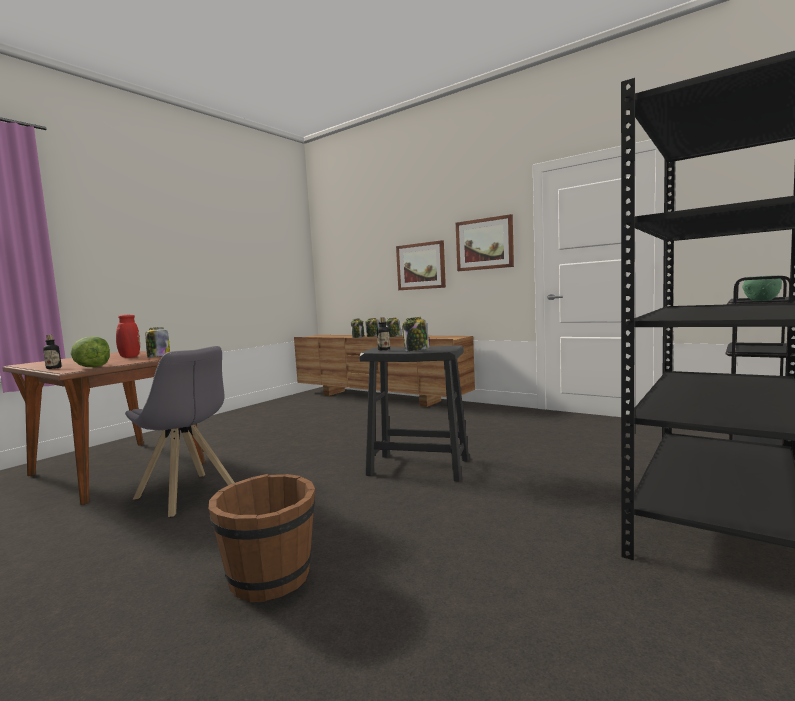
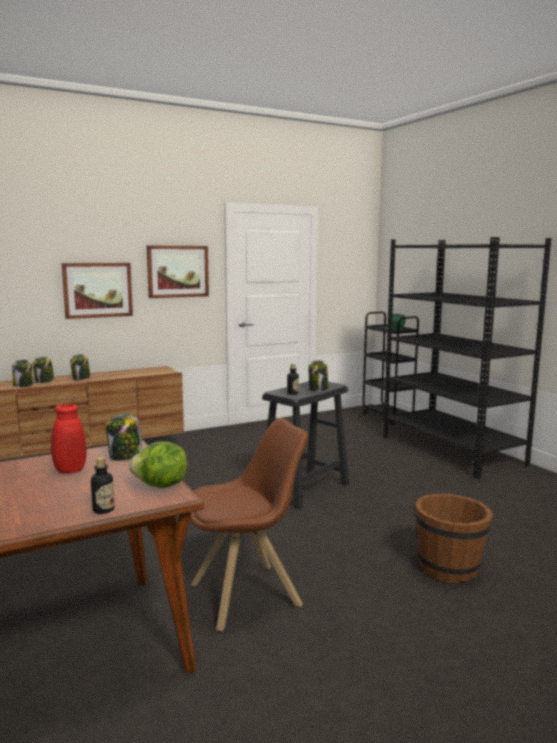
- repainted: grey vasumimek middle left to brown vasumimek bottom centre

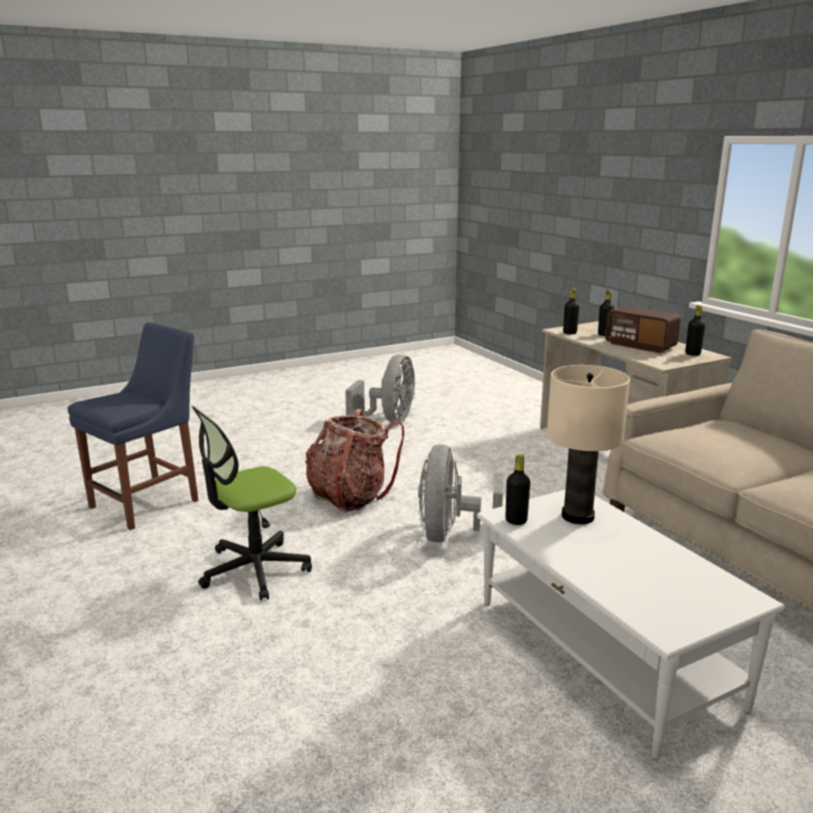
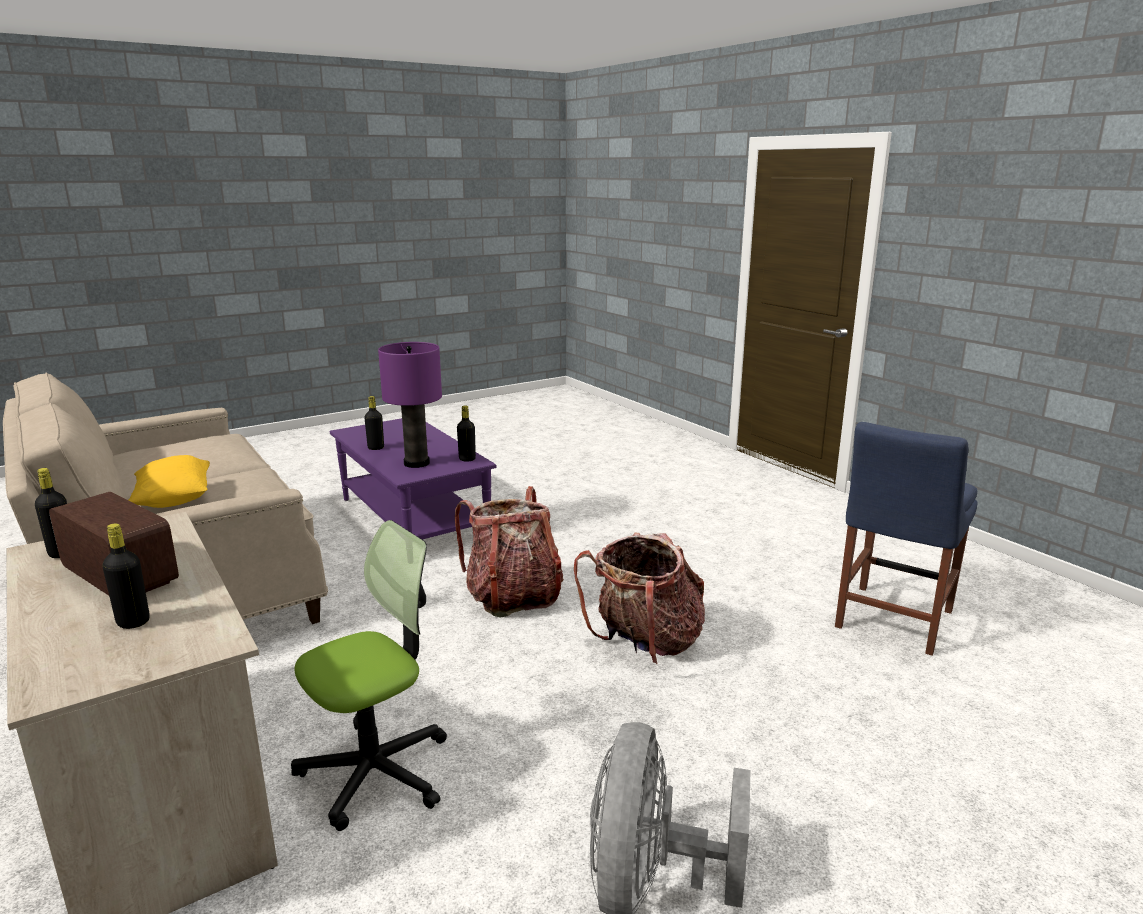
- shifted: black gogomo (no. 2 from left in the first image) middle right to black gogomo (no. 3 from left) middle left
- repainted: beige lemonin middle right to purple lemonin centre
- shifted: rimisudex middle left to bottom left
- swapped: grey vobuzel (no. 2 from left) centre to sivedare (no. 1 from left) centre
- repainted: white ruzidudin bottom right to purple ruzidudin centre
- new: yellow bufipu middle left

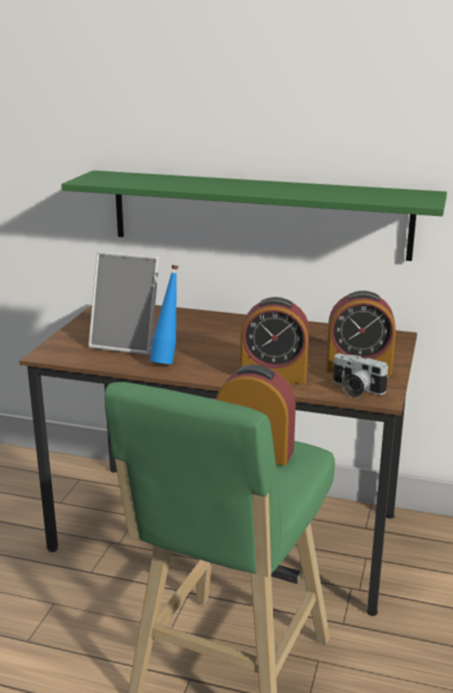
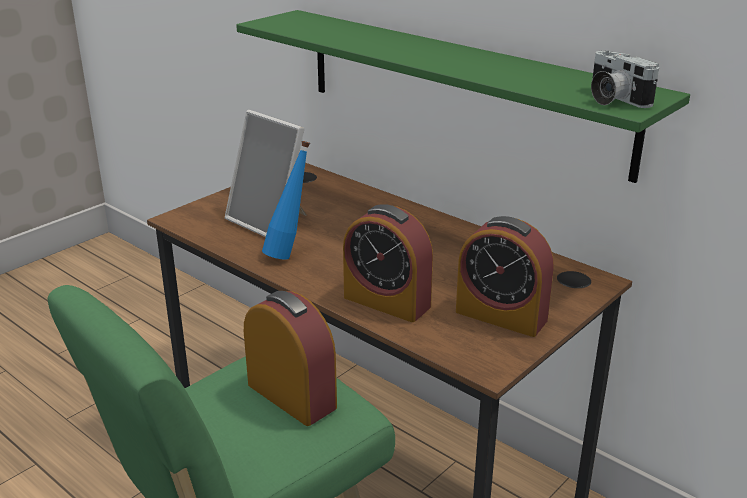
- shifted: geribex middle right to top right

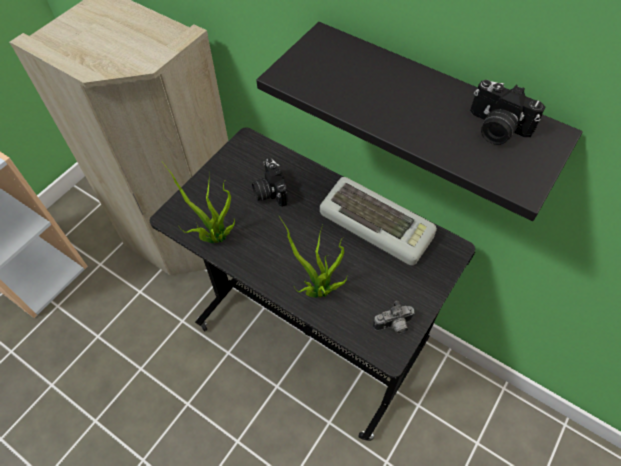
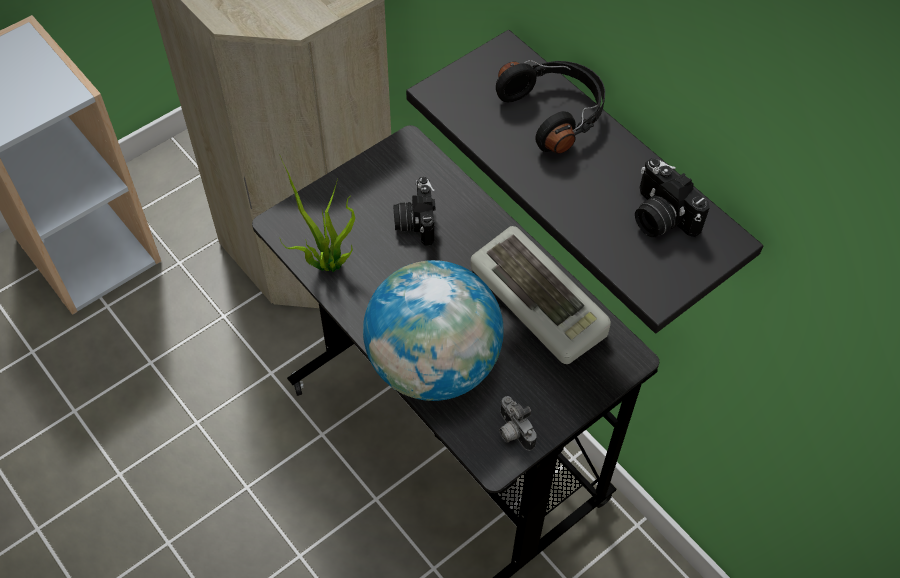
- swapped: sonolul (no. 2 from left) centre to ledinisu centre
- rotated: geribex (no. 2 from left) bottom centre = bottom centre 60 degrees clockwise
- new: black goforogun top centre

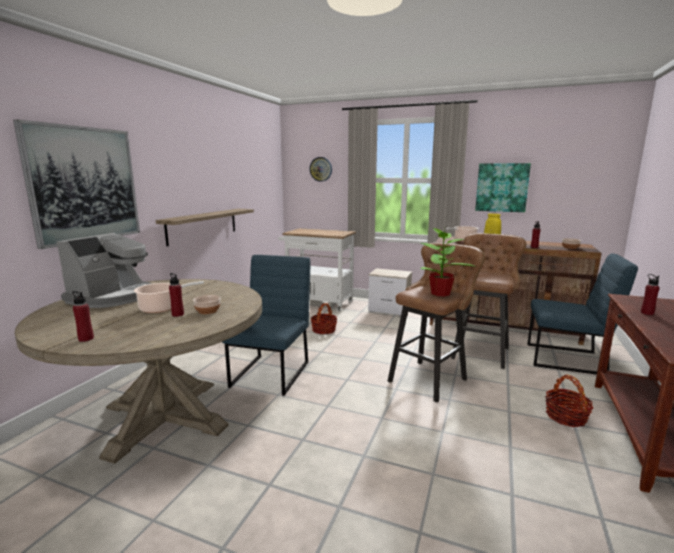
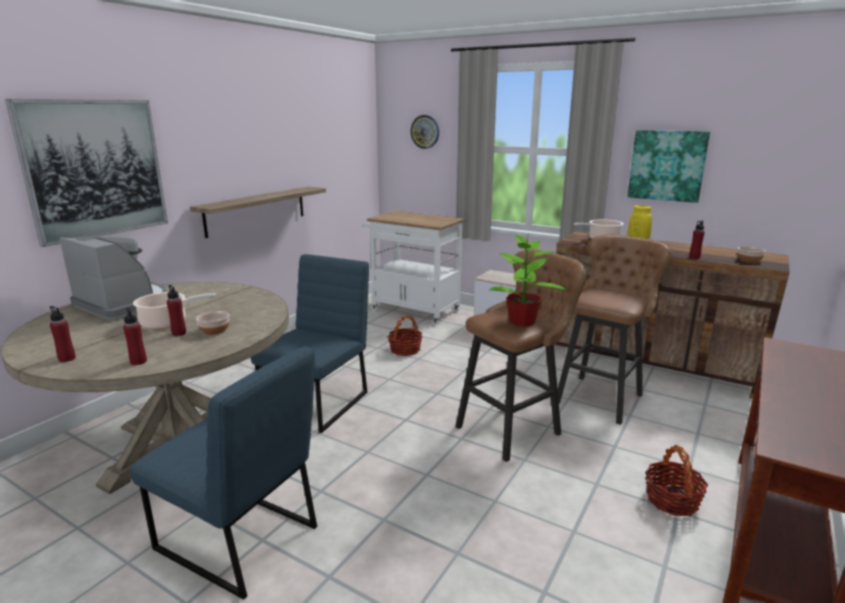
- rotated: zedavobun middle left = middle left 90 degrees counterclockwise
- shifted: blue vasumimek (no. 2 from left in the first image) middle right to blue vasumimek (no. 1 from left) bottom left
- shifted: red gogomo (no. 4 from left in the first image) middle right to red gogomo (no. 2 from left) middle left

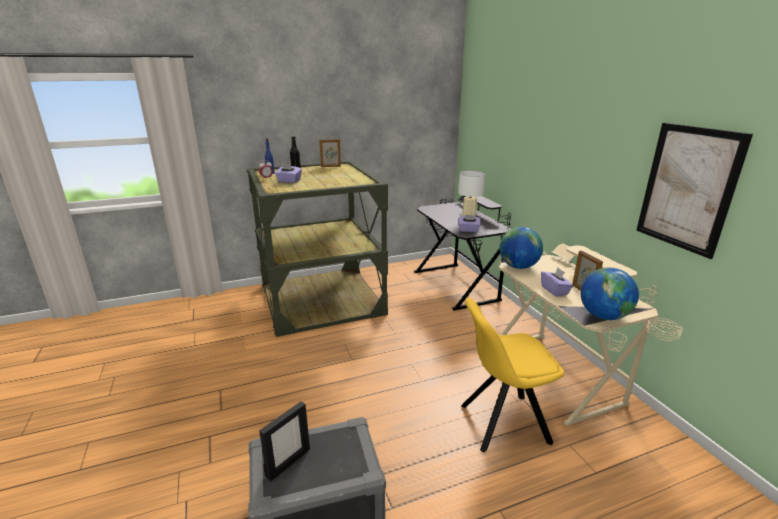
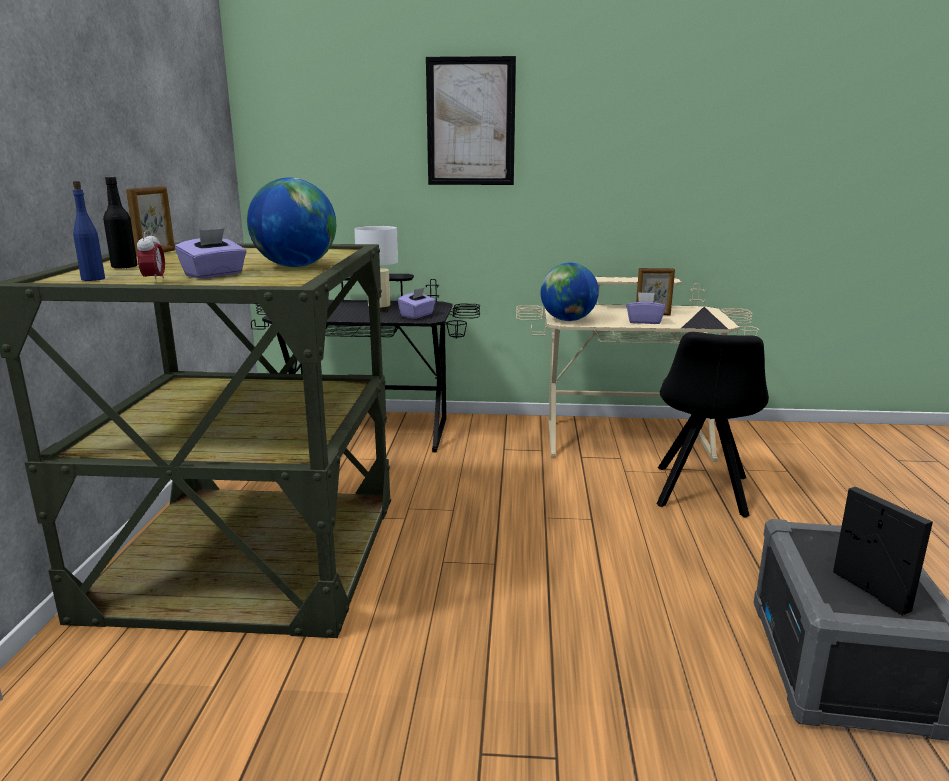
- shifted: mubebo middle right to top centre
- shifted: ledinisu (no. 2 from left in the first image) middle right to ledinisu (no. 1 from left) top left
- repainted: yellow vasumimek bottom centre to black vasumimek middle right

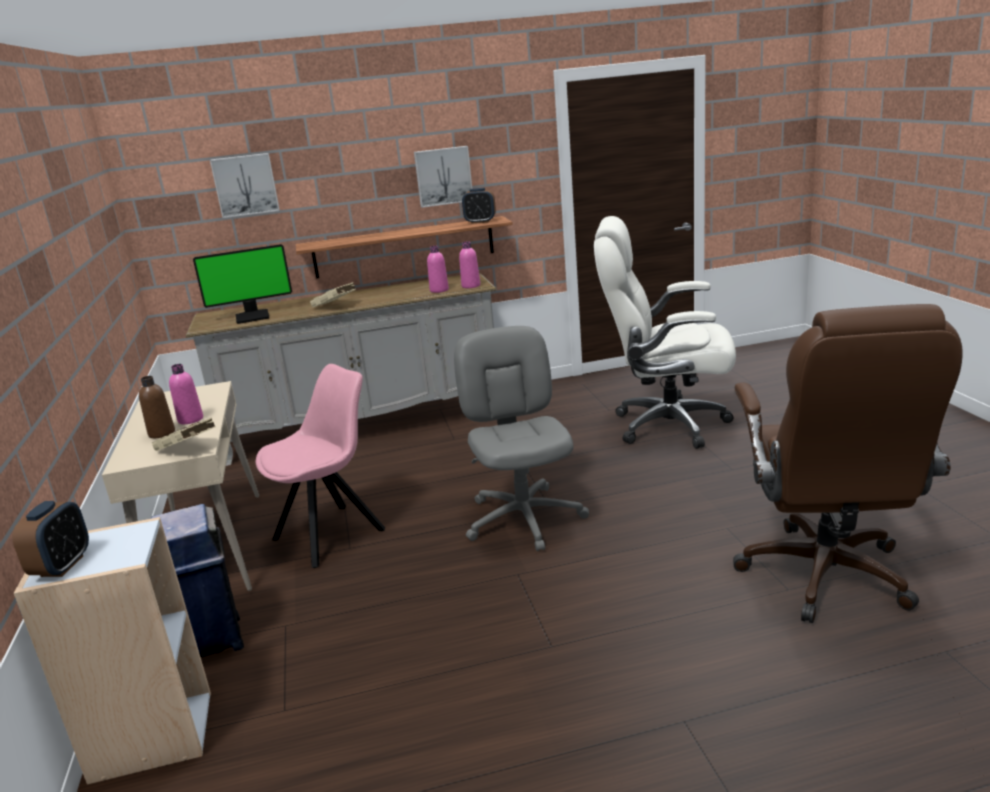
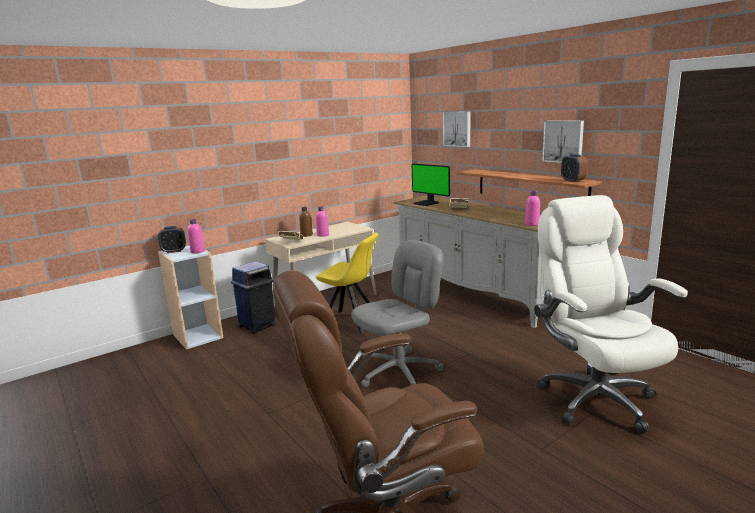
- shifted: pink gogomo (no. 2 from left in the first image) centre to pink gogomo (no. 1 from left) middle left
- repainted: pink vasumimek middle left to yellow vasumimek centre

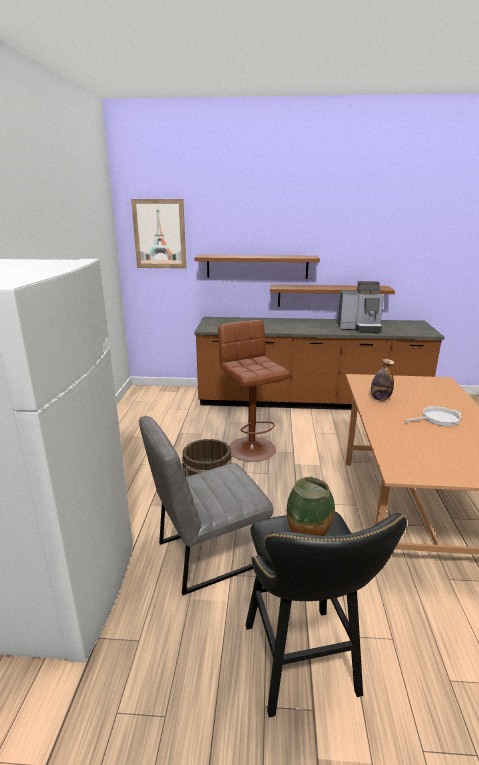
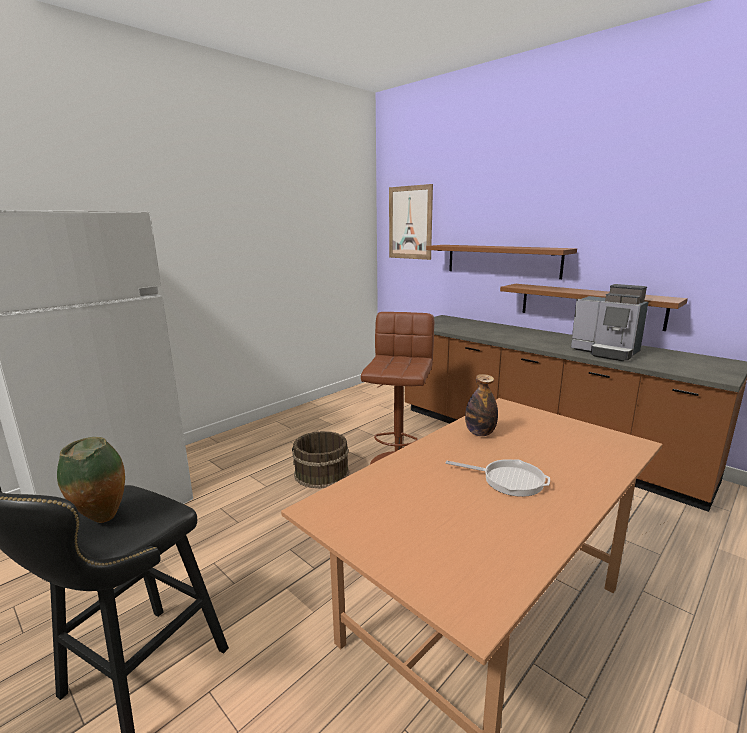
- gone: grey vasumimek centre

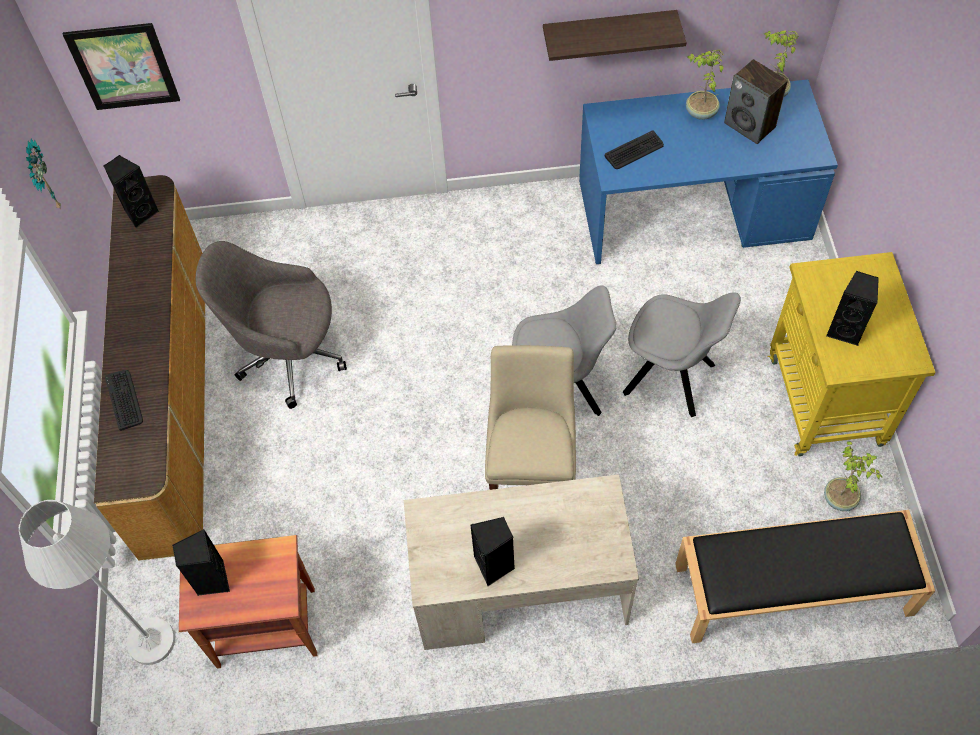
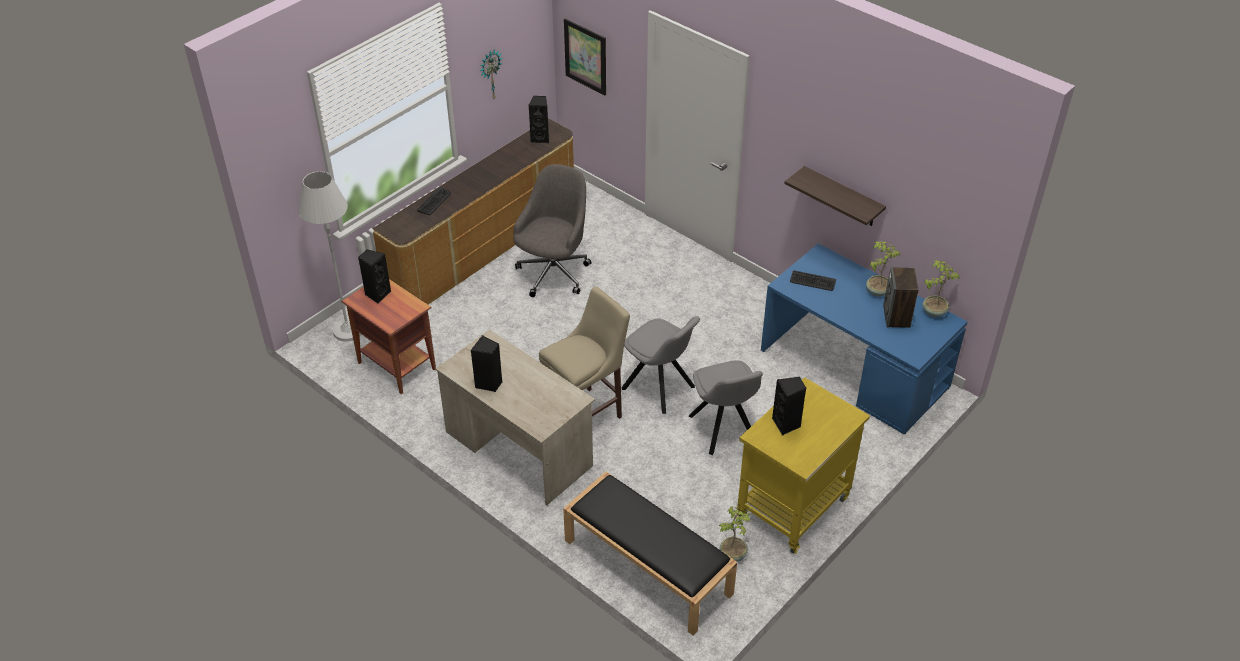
- rotated: grey rimisudex middle left = centre 60 degrees clockwise

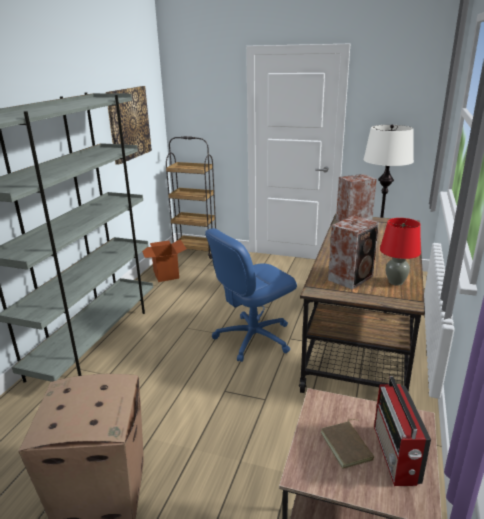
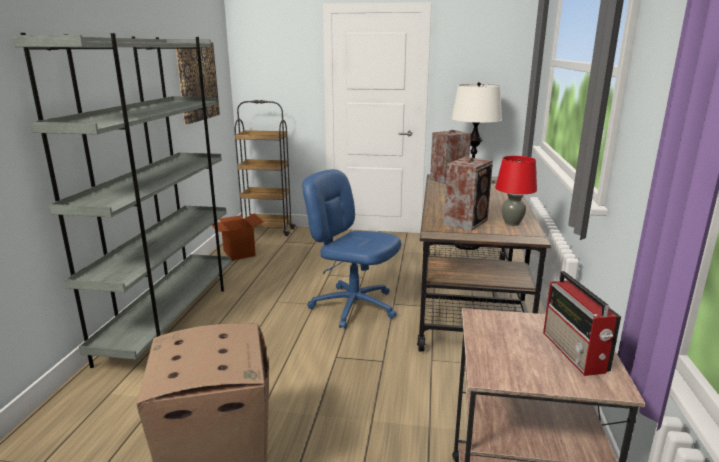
- rotated: blue rimisudex centre = centre 75 degrees clockwise
- gone: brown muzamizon bottom right

